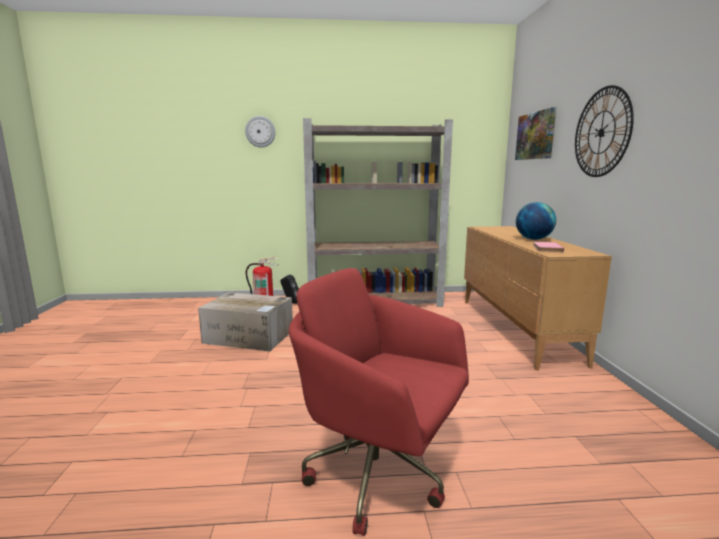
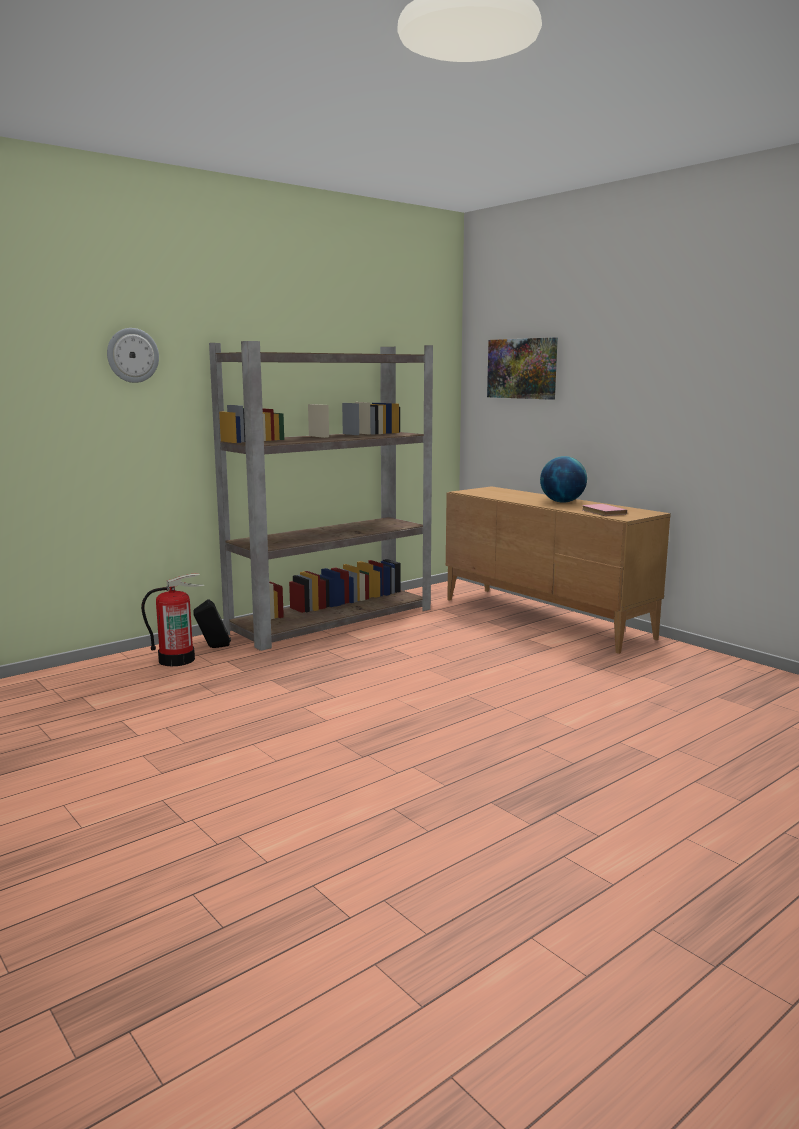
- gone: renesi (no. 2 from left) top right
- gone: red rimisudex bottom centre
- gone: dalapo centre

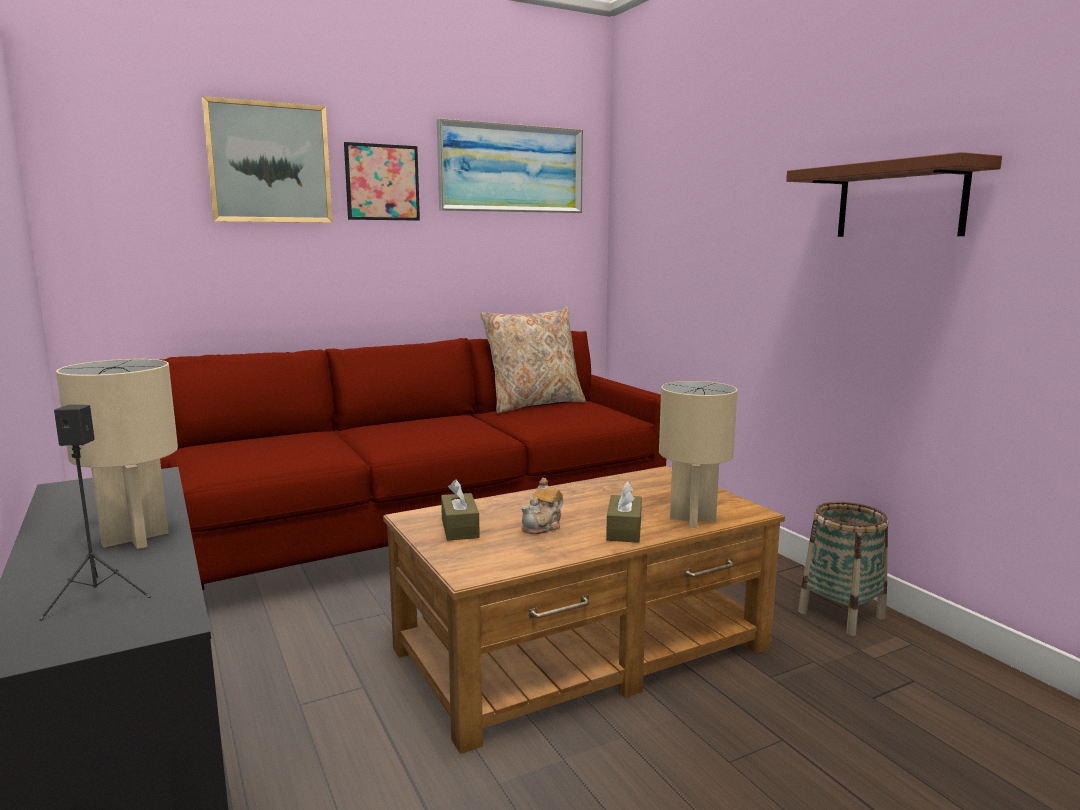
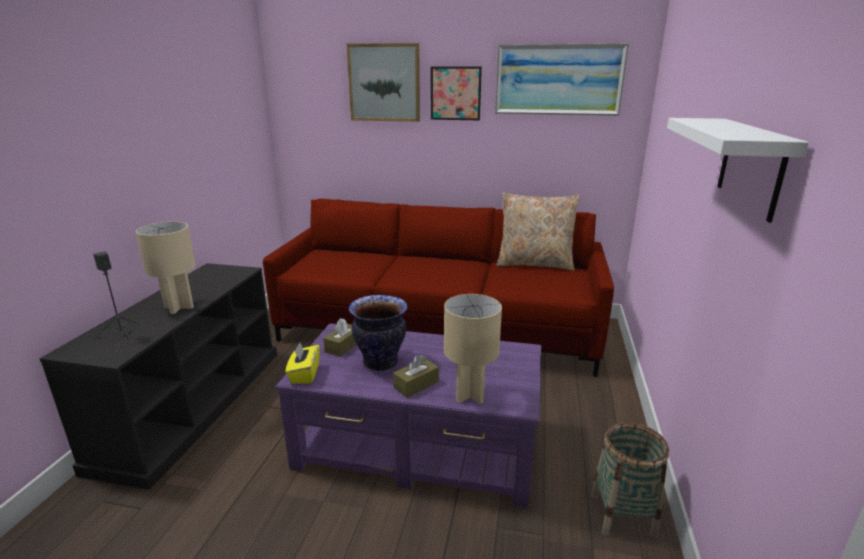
- repainted: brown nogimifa top right to white nogimifa top right
- repainted: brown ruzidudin bottom centre to purple ruzidudin bottom centre
- swapped: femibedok centre to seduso centre
- new: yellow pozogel centre

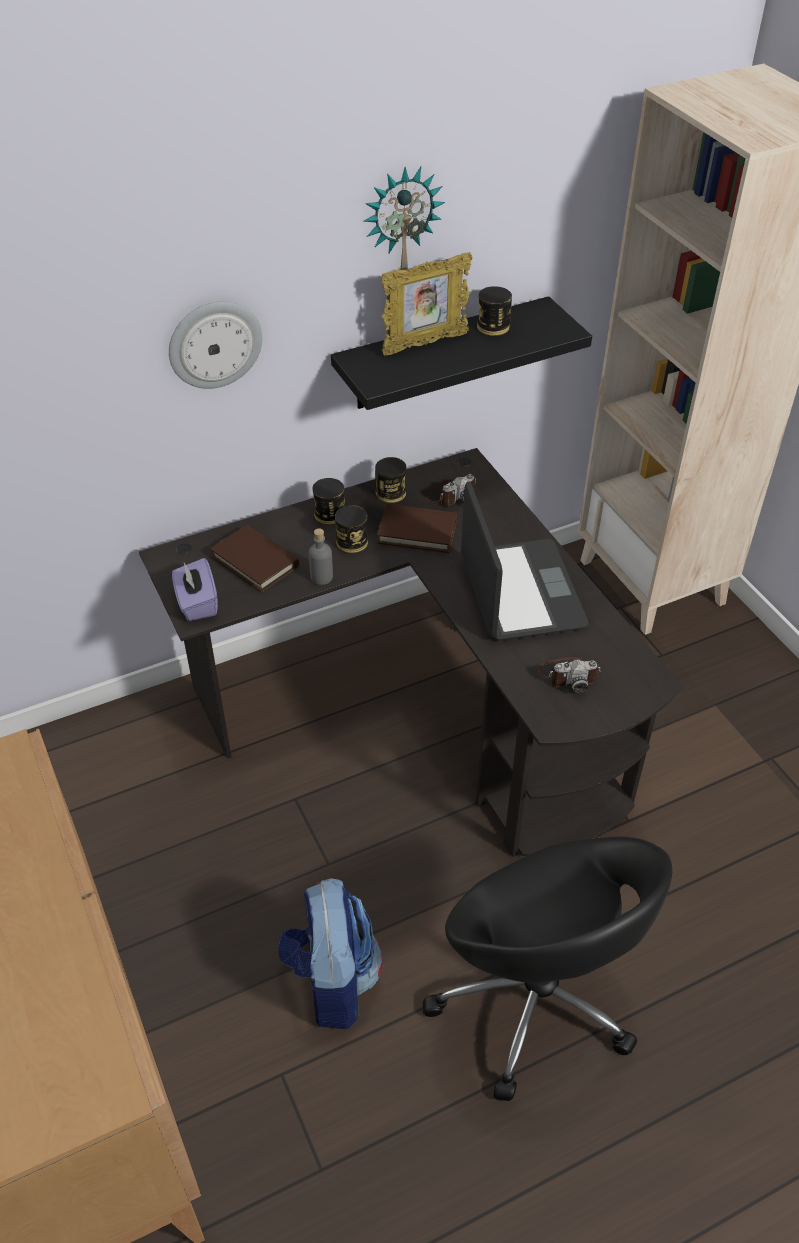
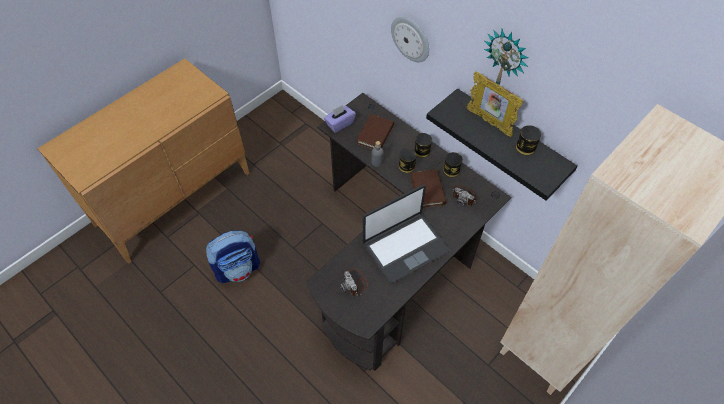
- gone: black rimisudex bottom right

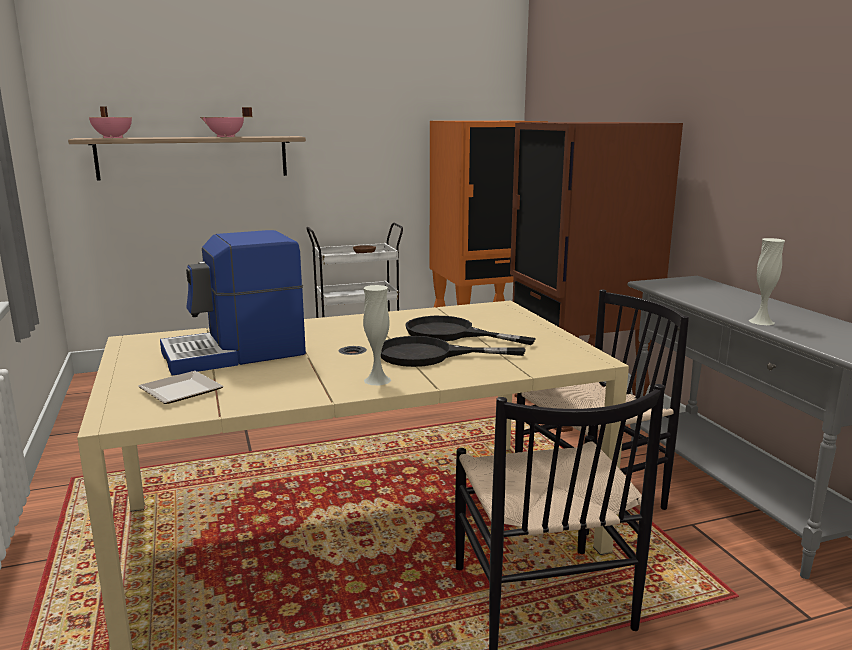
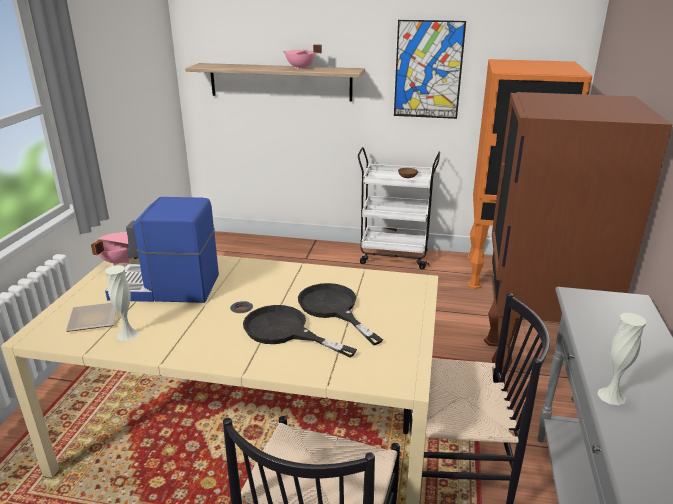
- shifted: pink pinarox (no. 1 from left) top left to middle left
- shifted: white seduso (no. 1 from left) centre to middle left
- new: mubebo top centre

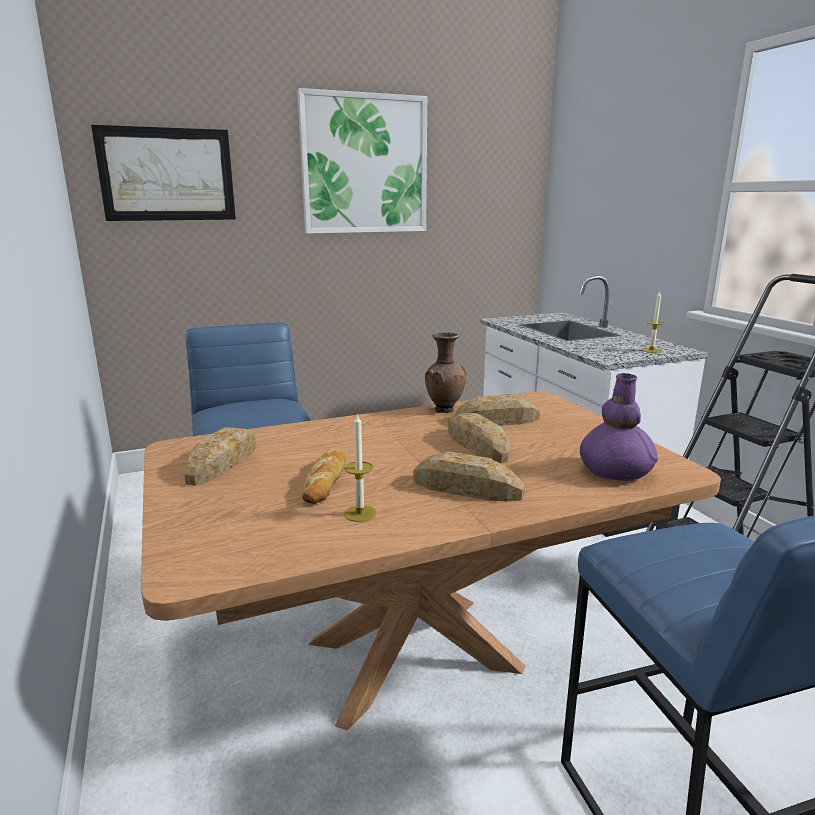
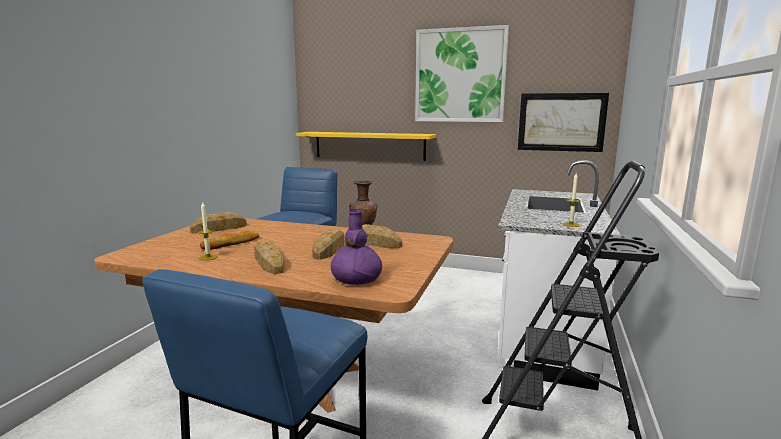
- shifted: mubebo (no. 1 from left in the first image) top left to mubebo (no. 2 from left) top right
- new: yellow nogimifa top centre

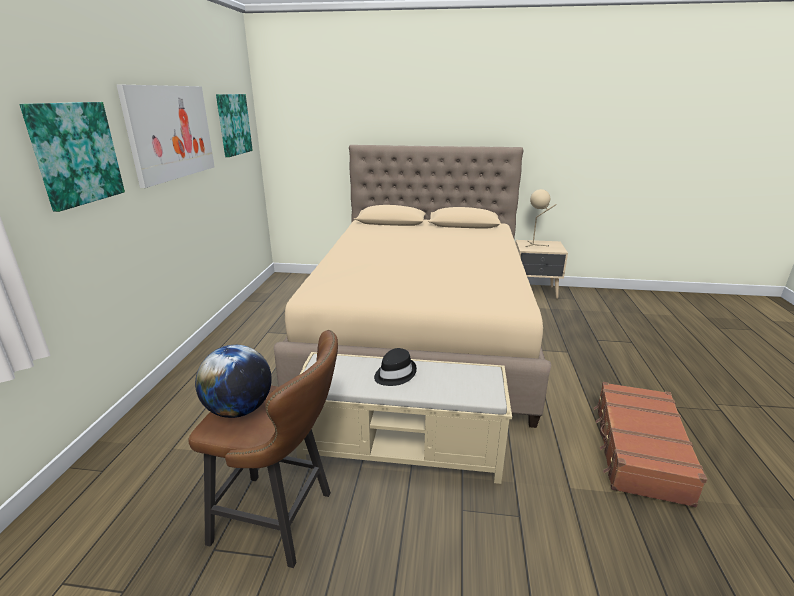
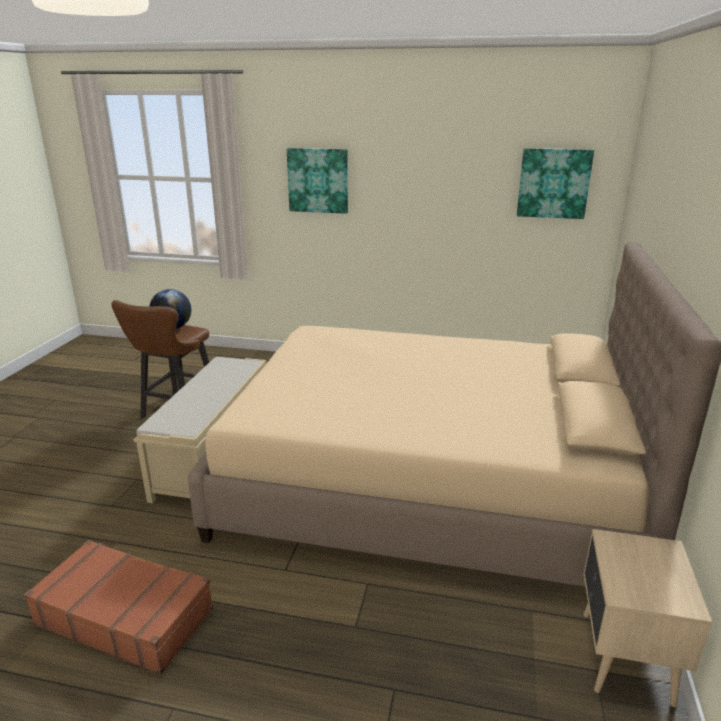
- gone: mubebo (no. 2 from left) top left
- gone: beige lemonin middle right
- gone: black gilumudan centre

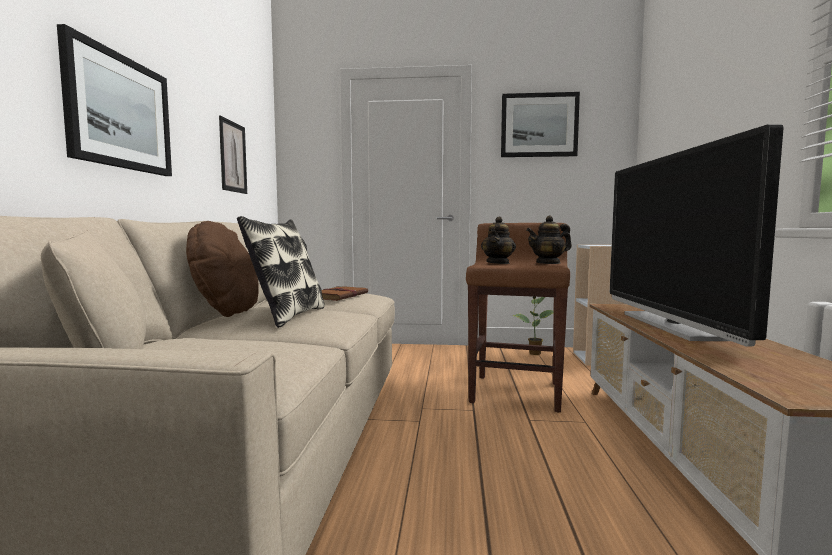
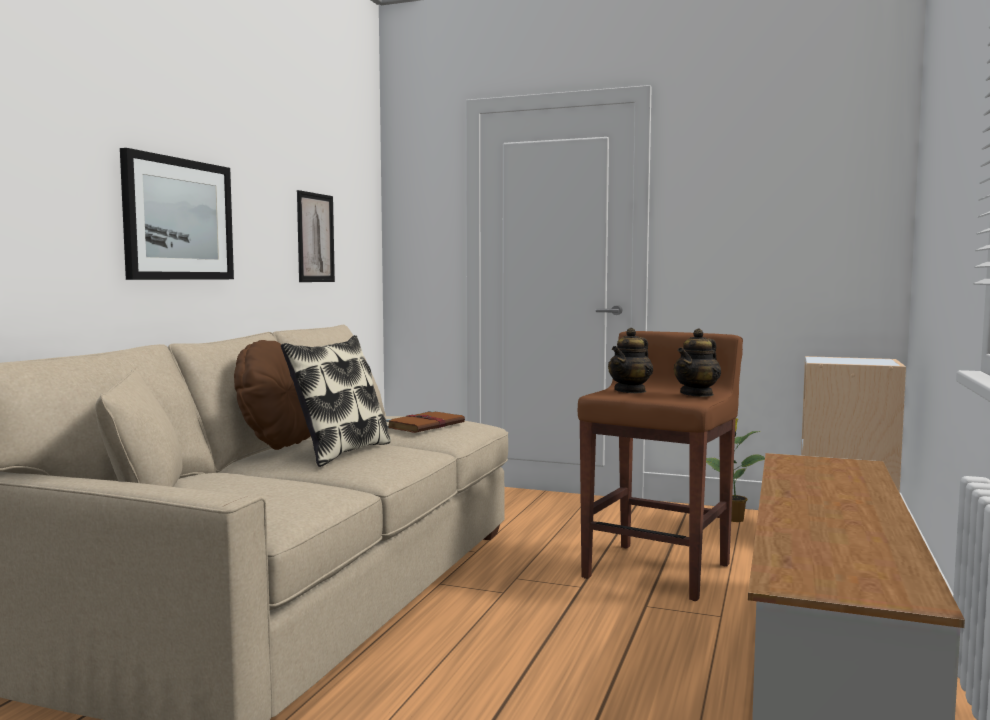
- gone: mubebo (no. 3 from left) top centre
- gone: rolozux middle right
- rotated: femibedok (no. 2 from left) centre = middle right 45 degrees counterclockwise

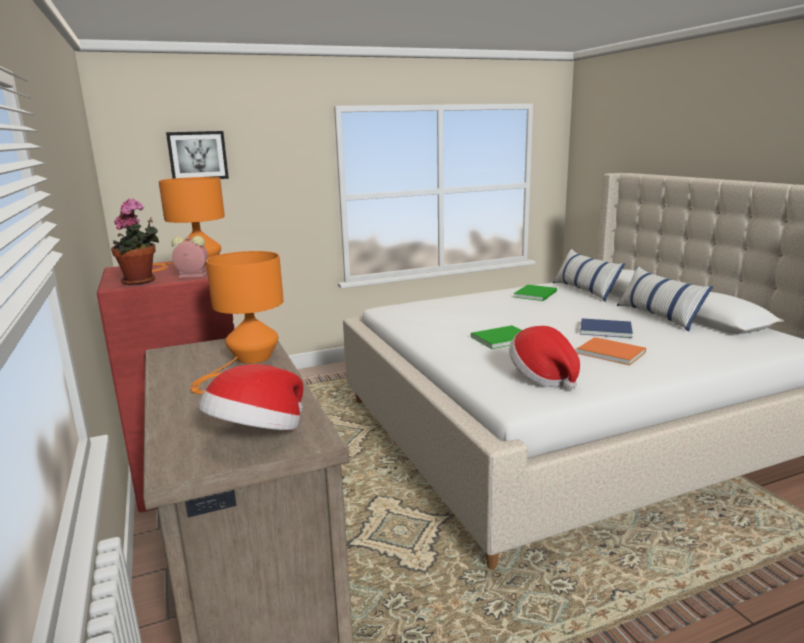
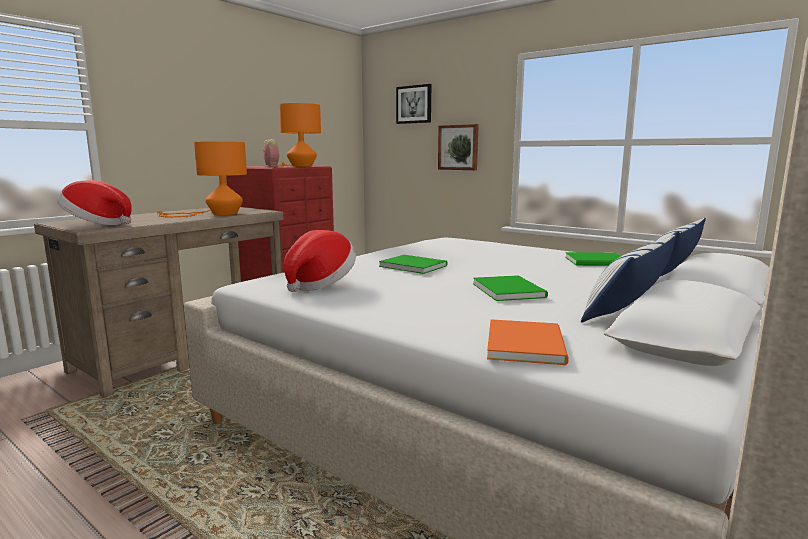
- gone: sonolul middle left
- repainted: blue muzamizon middle right to green muzamizon (no. 2 from left) centre
- shifted: orange muzamizon middle right to centre
- new: mubebo (no. 2 from left) top centre

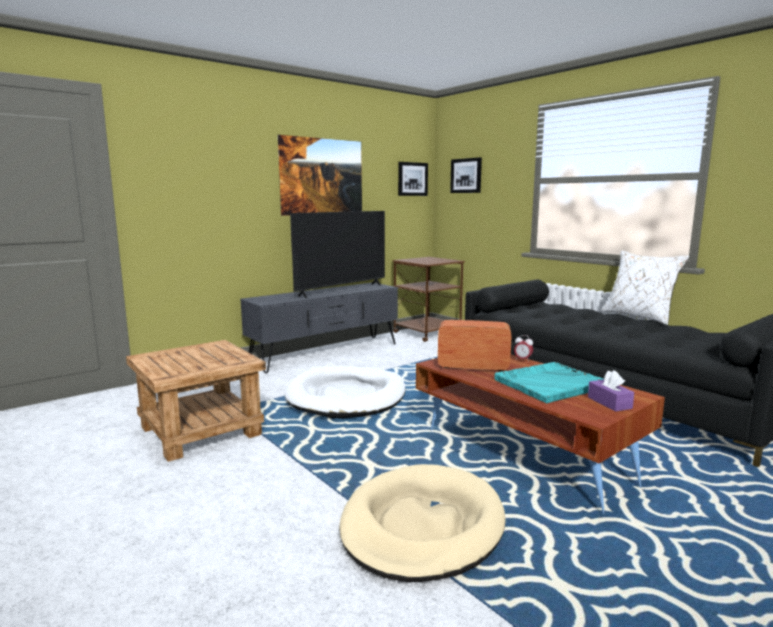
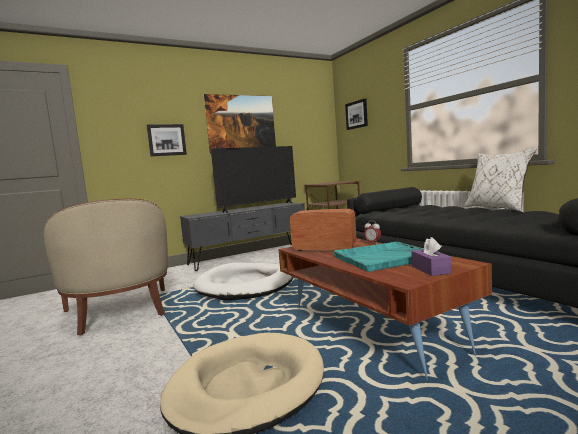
- shifted: mubebo (no. 2 from left in the first image) top centre to mubebo (no. 1 from left) top left
- swapped: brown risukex middle left to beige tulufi middle left

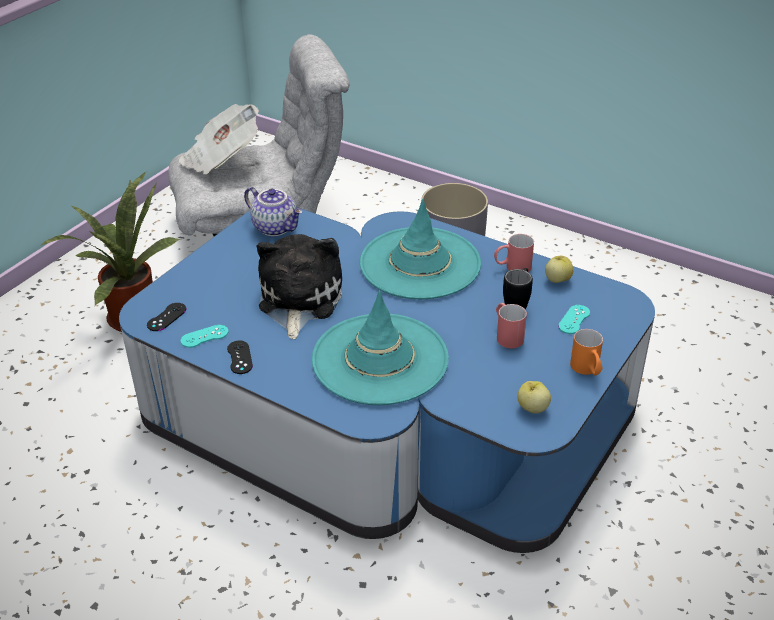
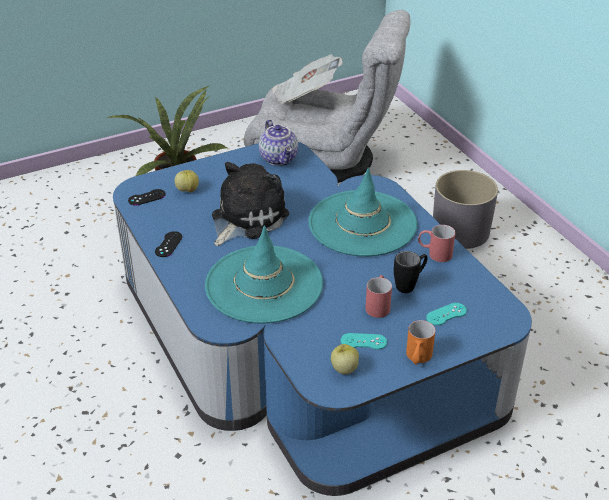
- shifted: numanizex (no. 2 from left in the first image) middle right to numanizex (no. 1 from left) middle left
- shifted: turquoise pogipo (no. 1 from left) middle left to bottom centre

